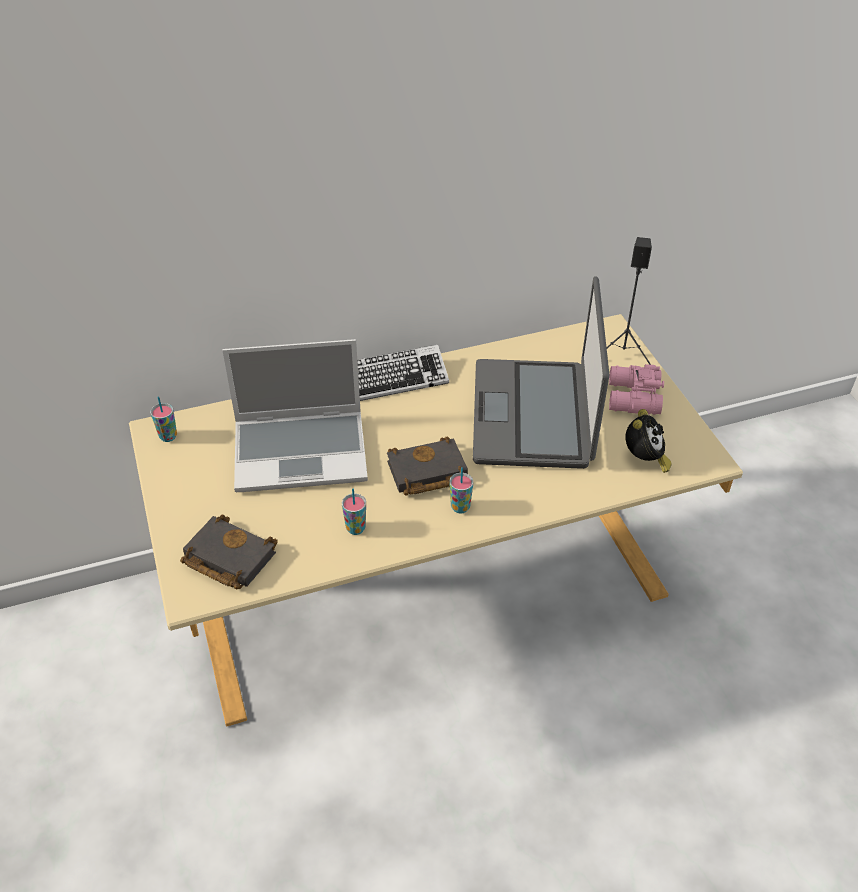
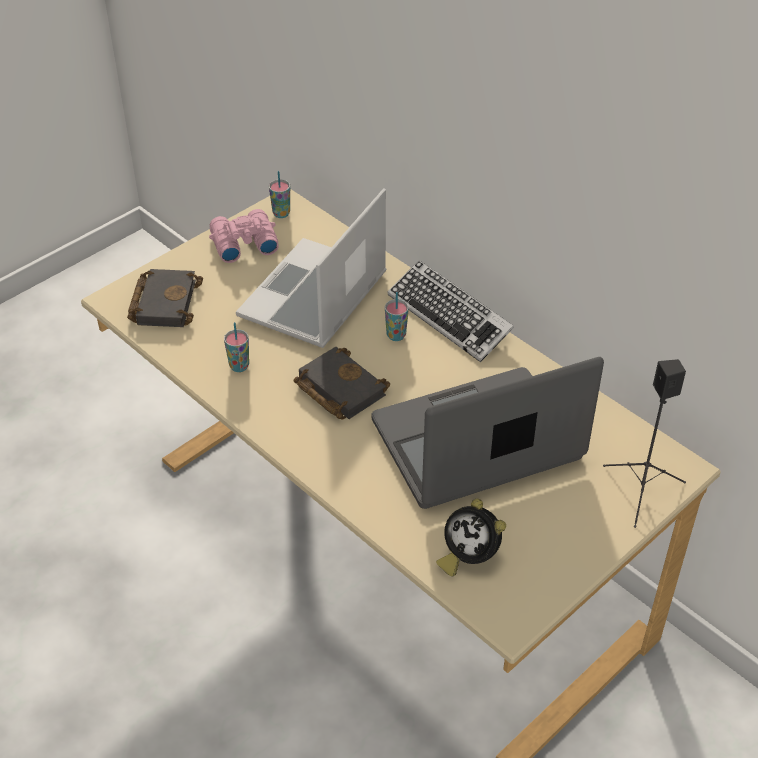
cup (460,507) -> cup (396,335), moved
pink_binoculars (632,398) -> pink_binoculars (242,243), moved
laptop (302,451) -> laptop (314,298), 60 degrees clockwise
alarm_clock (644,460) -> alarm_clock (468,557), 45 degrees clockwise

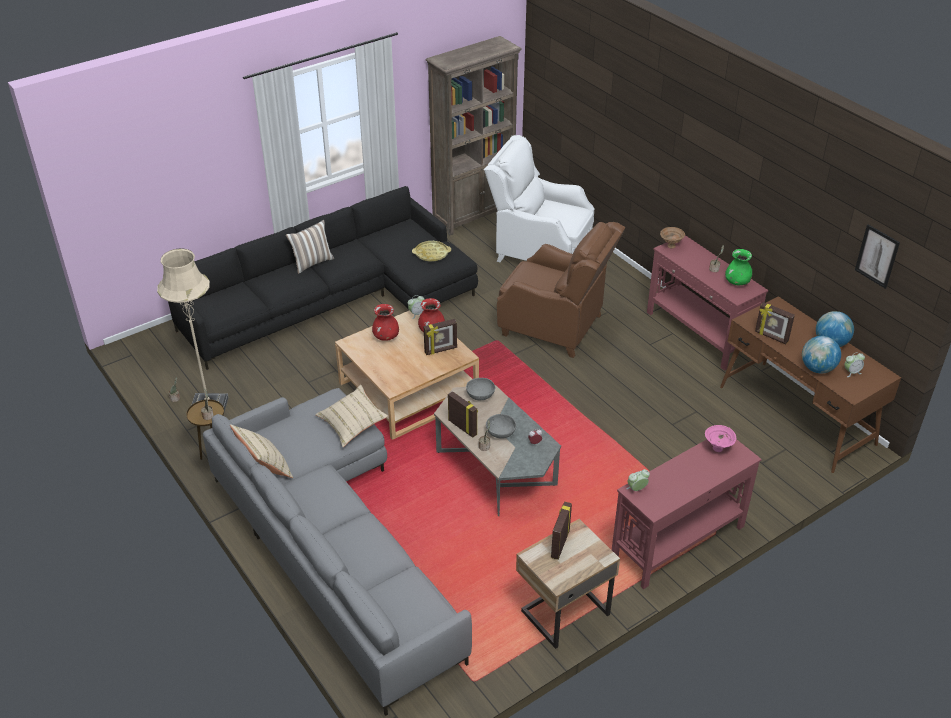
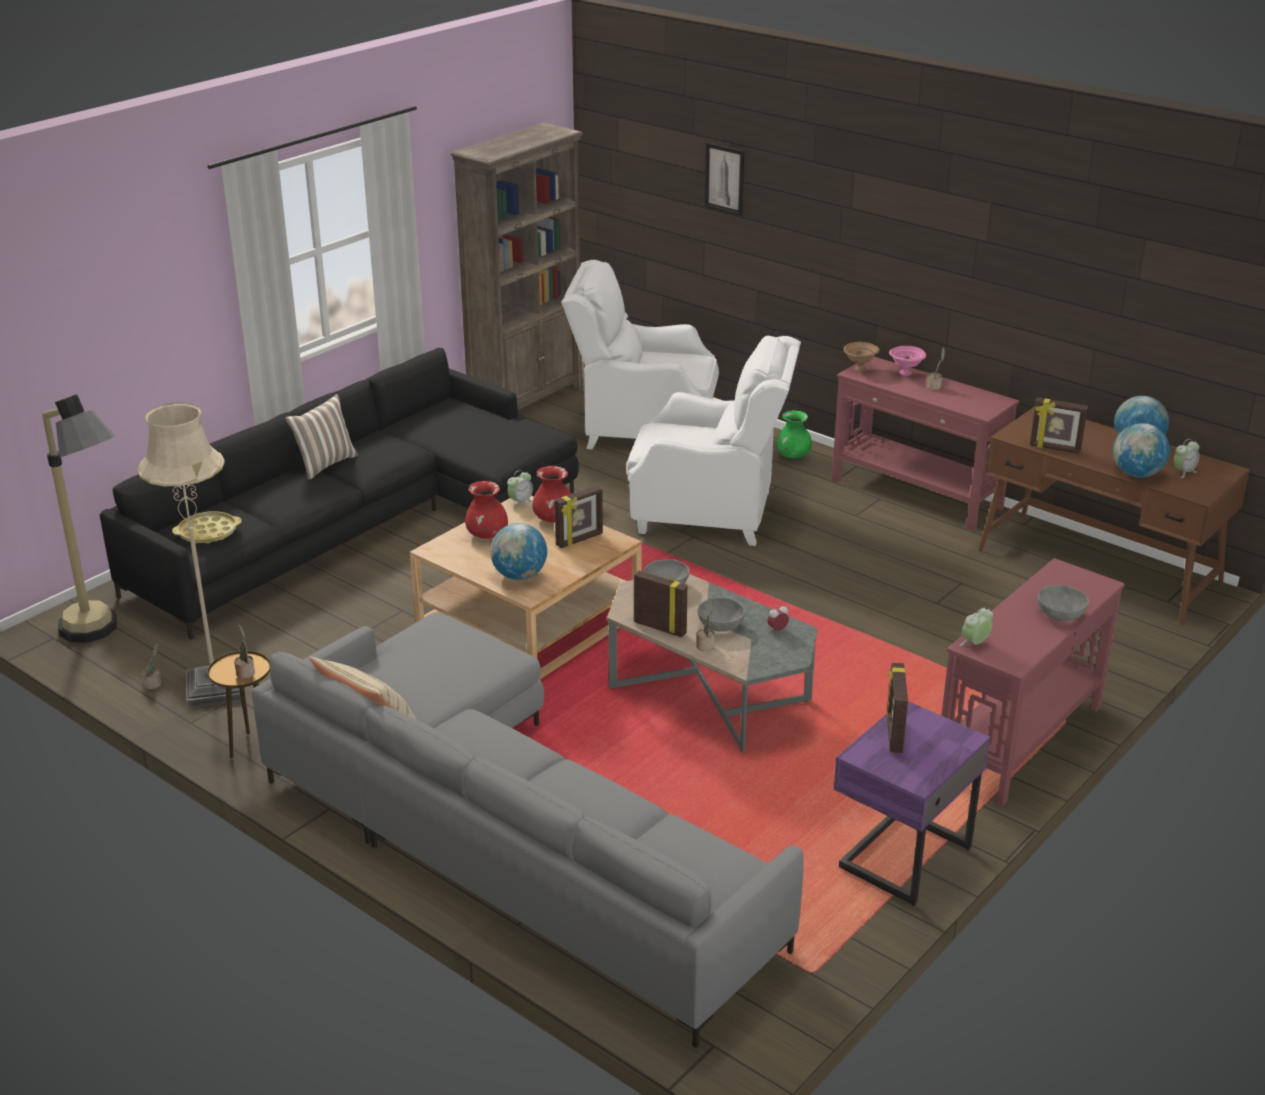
beige_pillow (352,424) -> none
none -> floor_lamp (104,636)
none -> globe (519,575)
none -> grey_bowl (1060,614)
yellow_tray (431,254) -> yellow_tray (208,533), moved
pink_bowl (718,449) -> pink_bowl (906,373), moved
green_vase (737,282) -> green_vase (793,456), moved
picture (877,256) -> picture (724,178), moved
brown_armchair (555,326) -> white_armchair (710,513)
beige_nightstand (563,612) -> purple_nightstand (901,857)

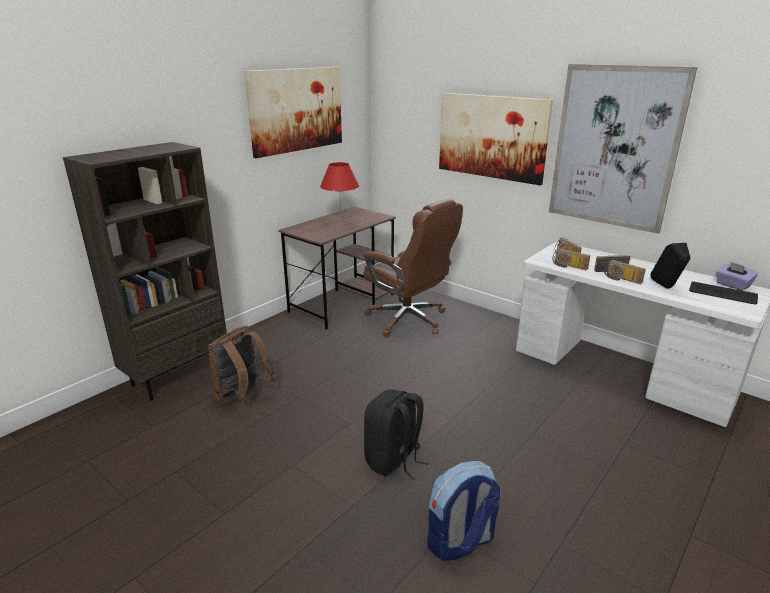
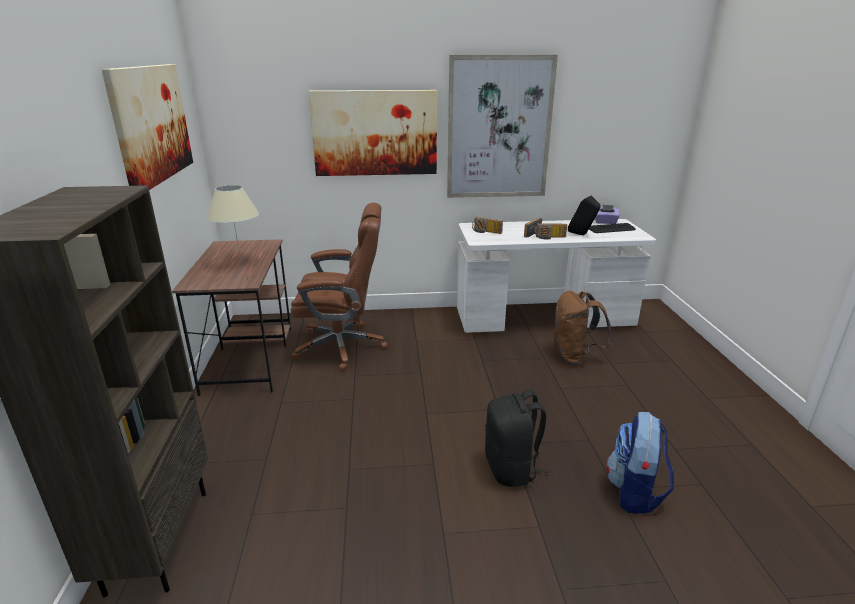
radio (568,266) -> none
brown_backpack (242,397) -> brown_backpack (574,356), moved
red_table_lamp (340,225) -> beige_table_lamp (240,263)

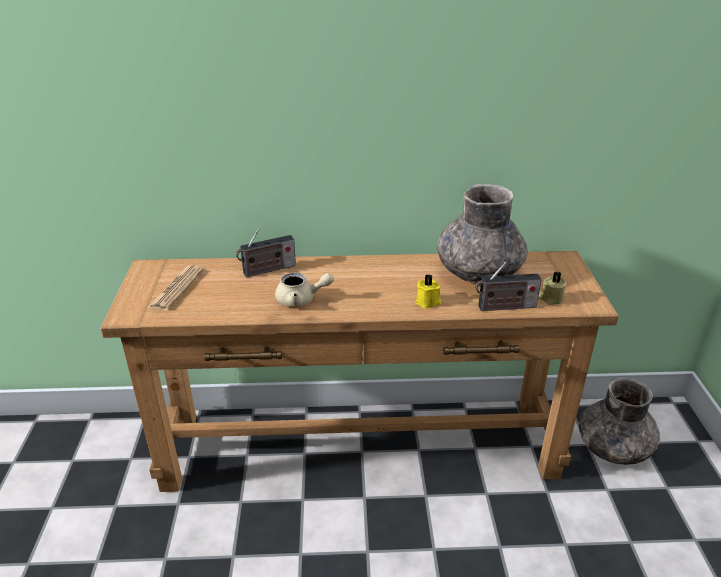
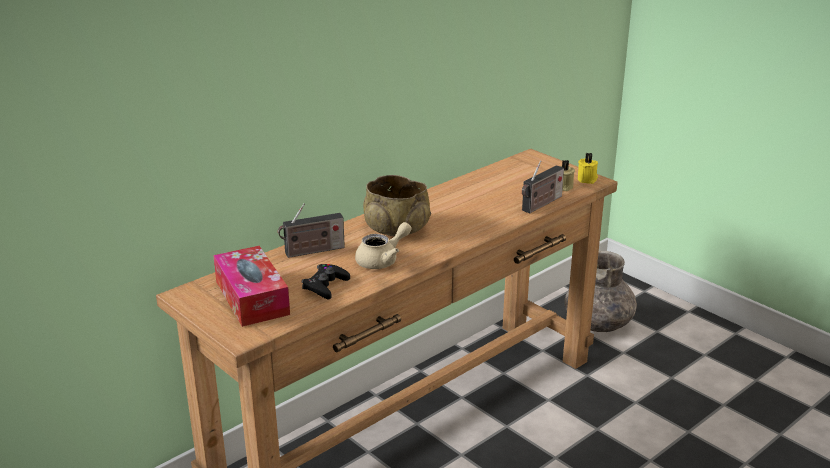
grey_vase (478,273) -> none
none -> black_game_controller (325,286)
none -> beige_bowl (396,228)
yellow_candle (428,302) -> yellow_candle (588,179), moved
newspaper (176,288) -> tissue_box (252,298)
radio (267,270) -> radio (312,251), 45 degrees clockwise

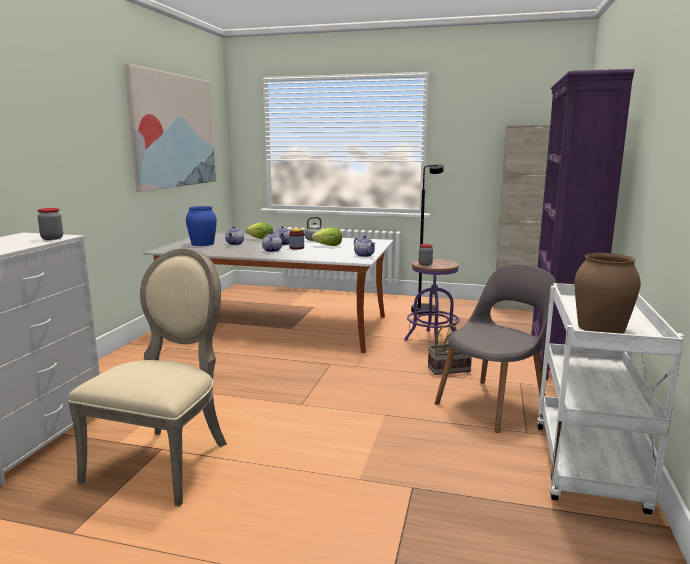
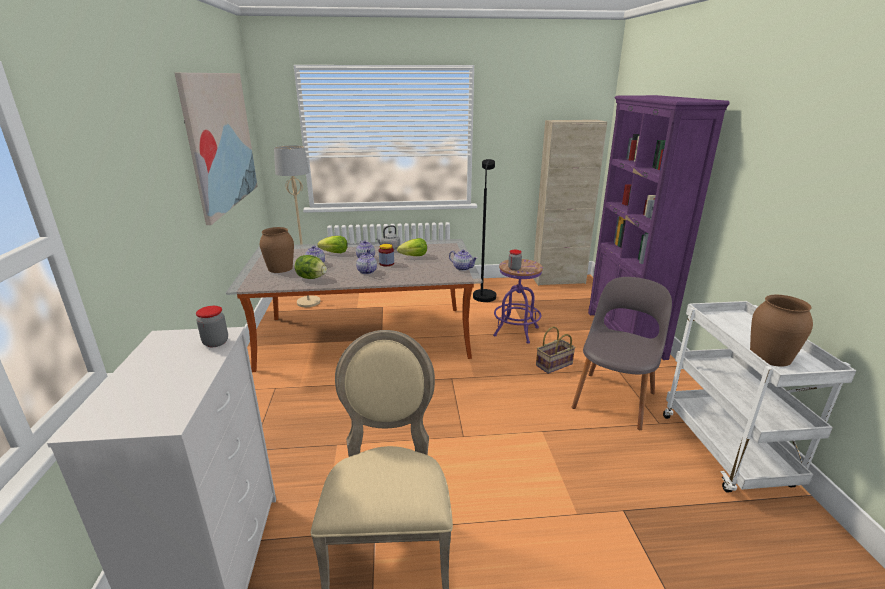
none -> beige_floor_lamp (309,302)
none -> lettuce (311,278)
blue_vase (203,244) -> brown_vase (280,268)

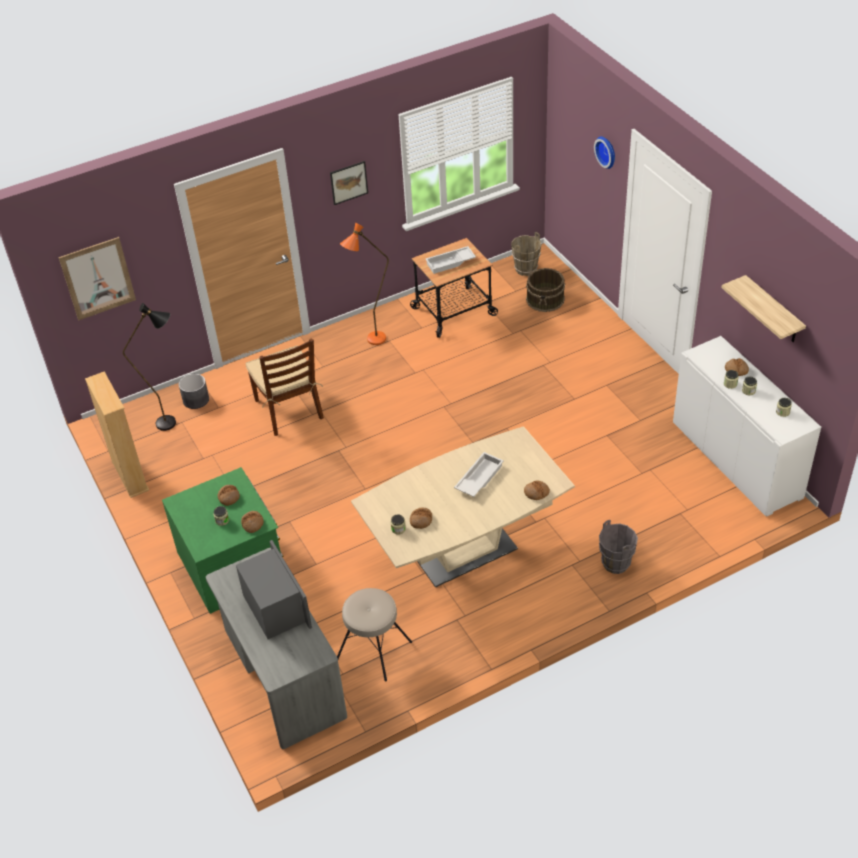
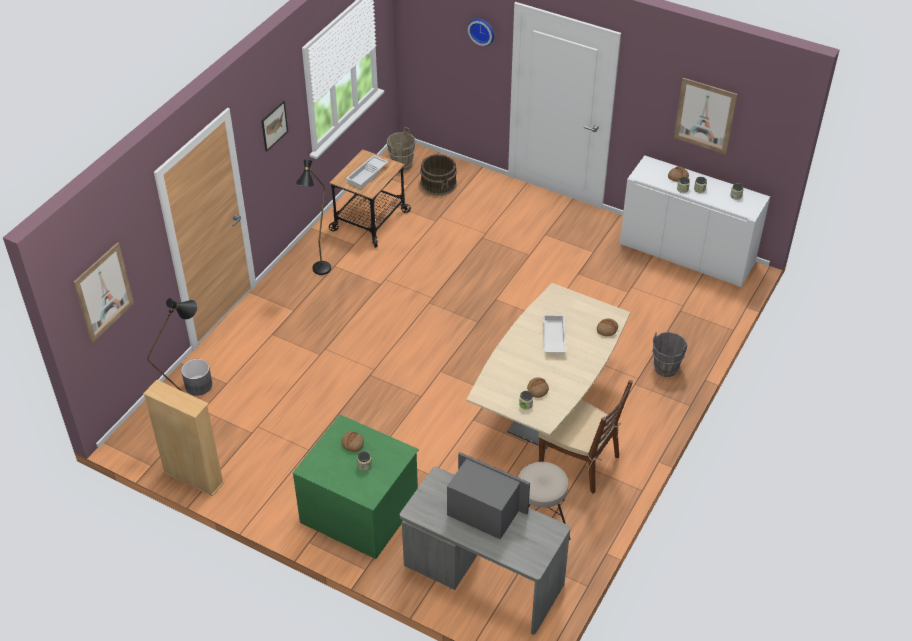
bread (252,524) -> none
brown_chair (289,409) -> brown_chair (580,461), moved
shelf (773,311) -> picture (705,116)
orange_floor_lamp (371,342) -> black_floor_lamp (319,273)

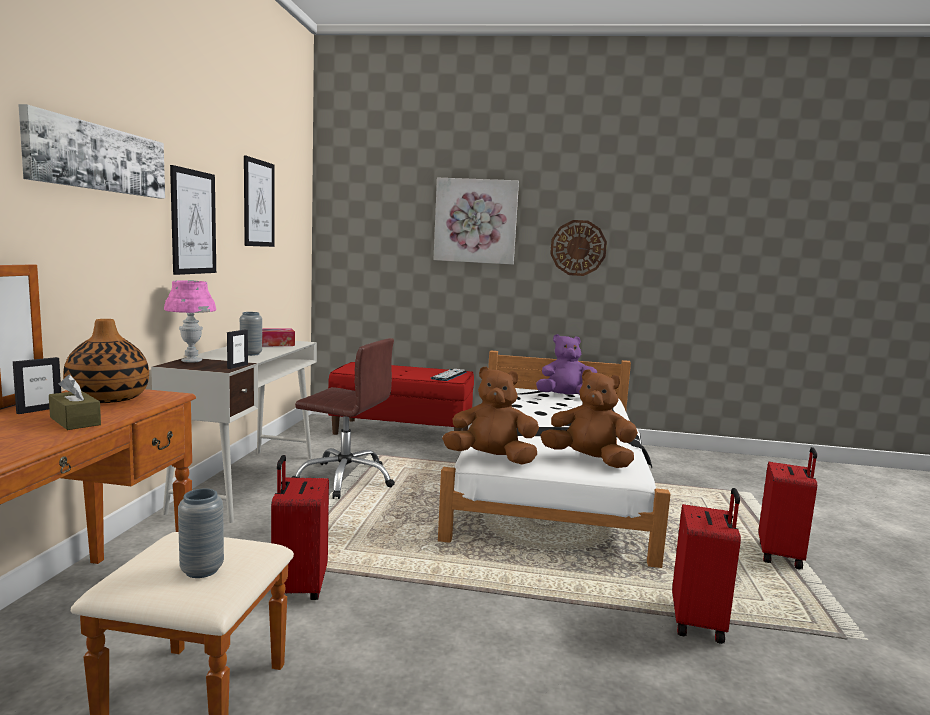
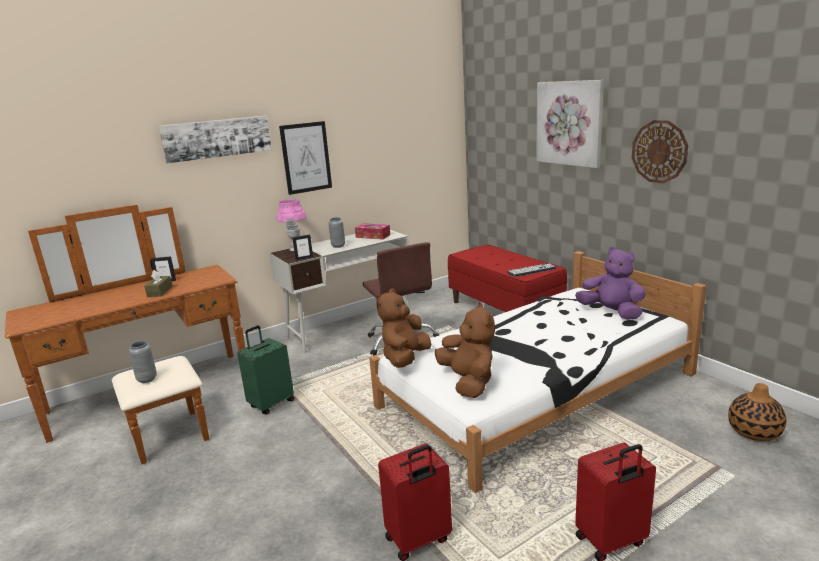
picture (259,203) -> none
vase (108,398) -> vase (754,431), moved
red_suitcase (298,587) -> green_suitcase (271,404)
brown_plush_toy (491,459) -> brown_plush_toy (405,359), 120 degrees counterclockwise

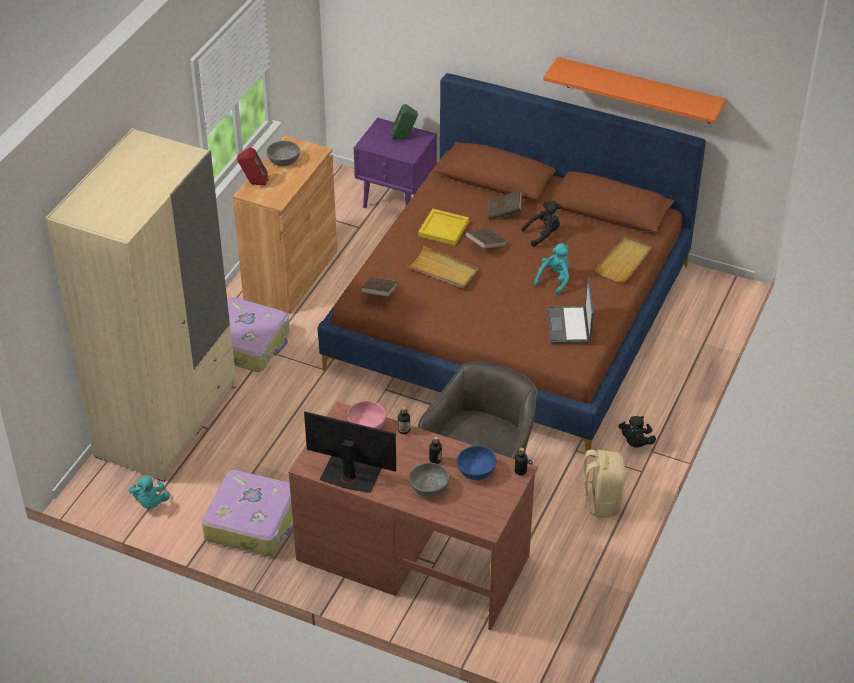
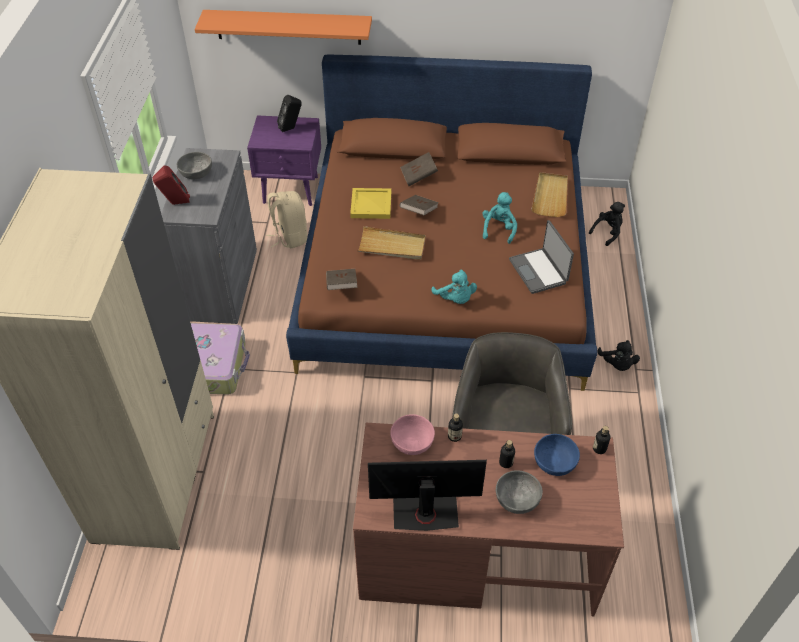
suitcase (253,521) -> none
turquoise_plush_toy (150,502) -> turquoise_plush_toy (455,299), moved
black_plush_toy (543,234) -> black_plush_toy (607,232), moved
orange_shelf (639,91) -> orange_shelf (288,27), moved
beige_backpack (600,502) -> beige_backpack (289,237), moved
brown_cabinet (290,275) -> grey_cabinet (222,284)
green_speaker (404,138) -> black_speaker (291,128)

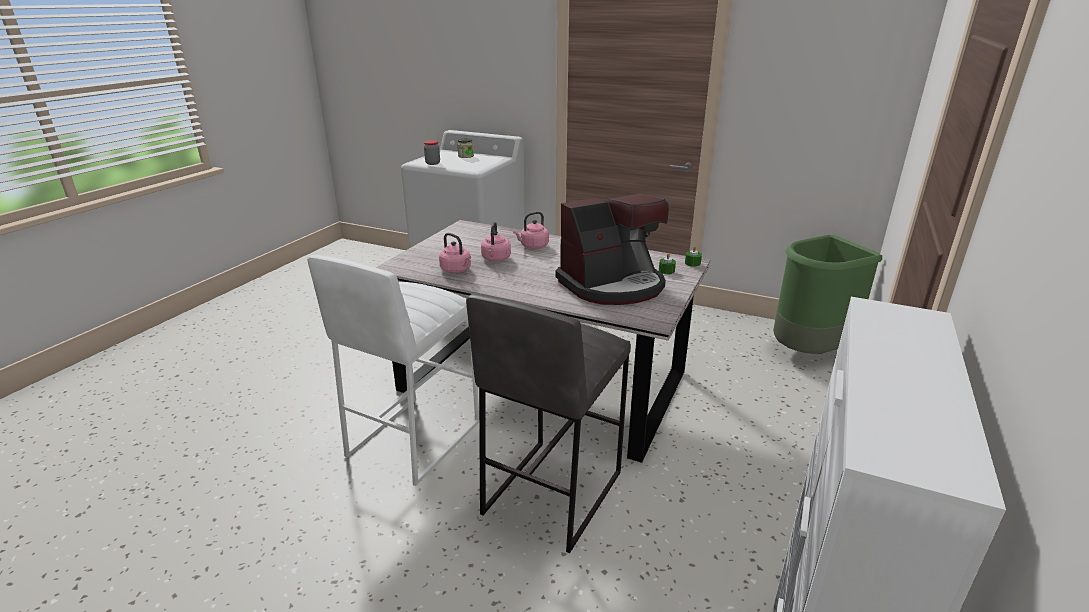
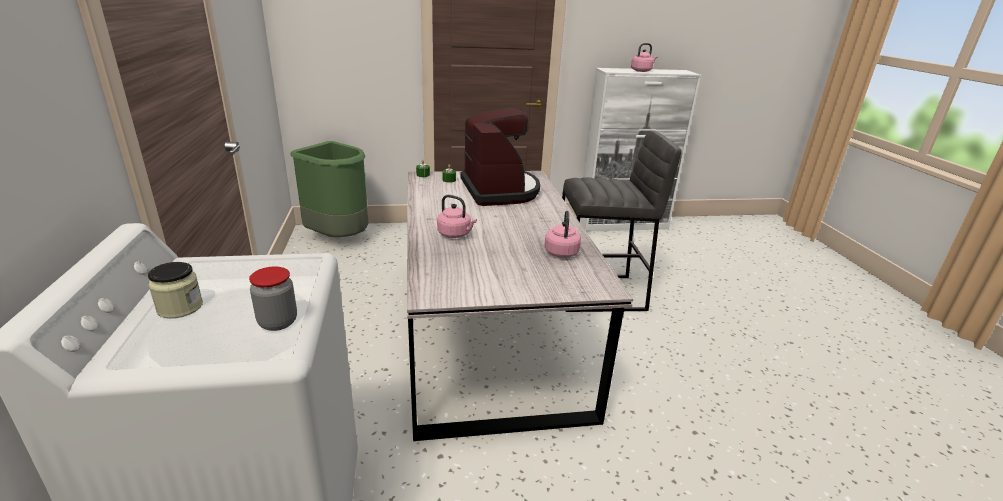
white_stool (412,438) -> none
pink_kettle (496,259) -> pink_kettle (642,71), moved
coffee_machine (613,285) -> coffee_machine (500,190), 45 degrees clockwise

